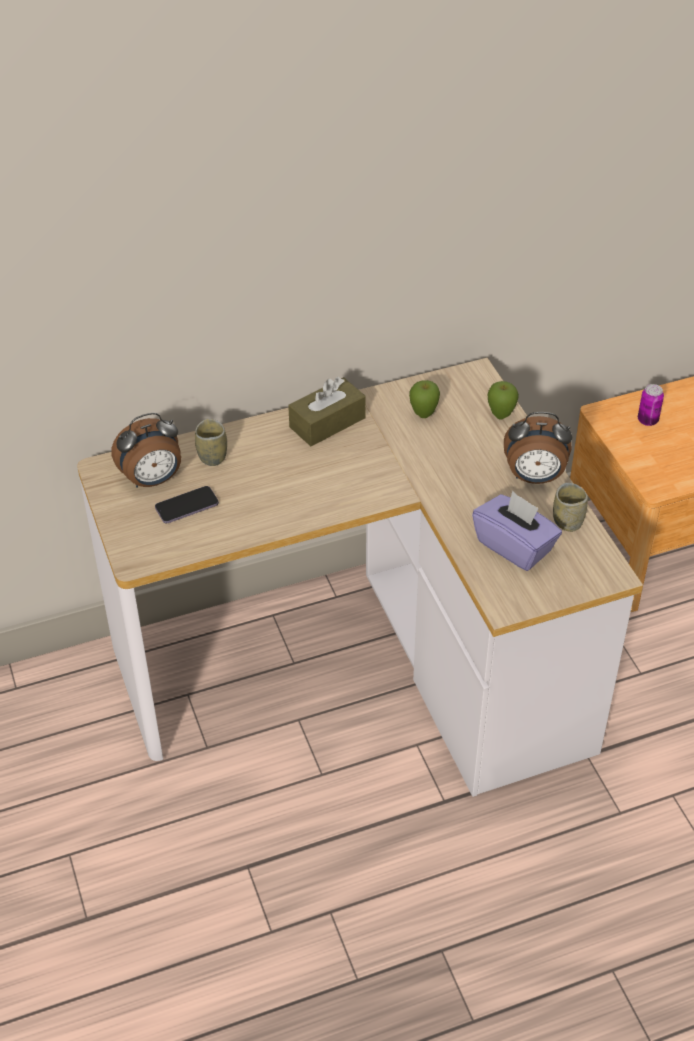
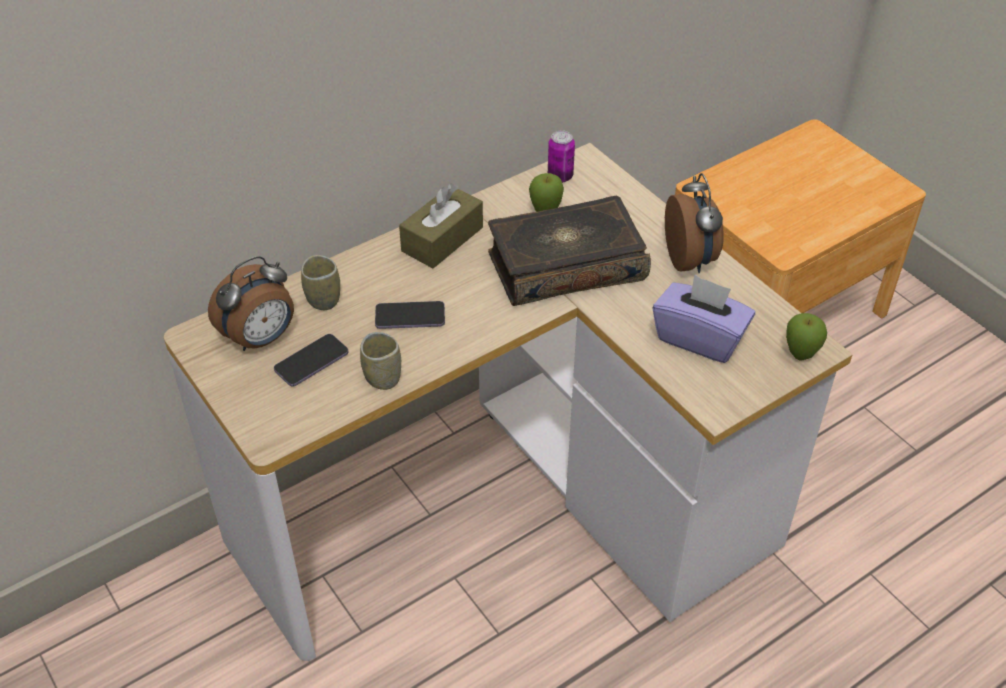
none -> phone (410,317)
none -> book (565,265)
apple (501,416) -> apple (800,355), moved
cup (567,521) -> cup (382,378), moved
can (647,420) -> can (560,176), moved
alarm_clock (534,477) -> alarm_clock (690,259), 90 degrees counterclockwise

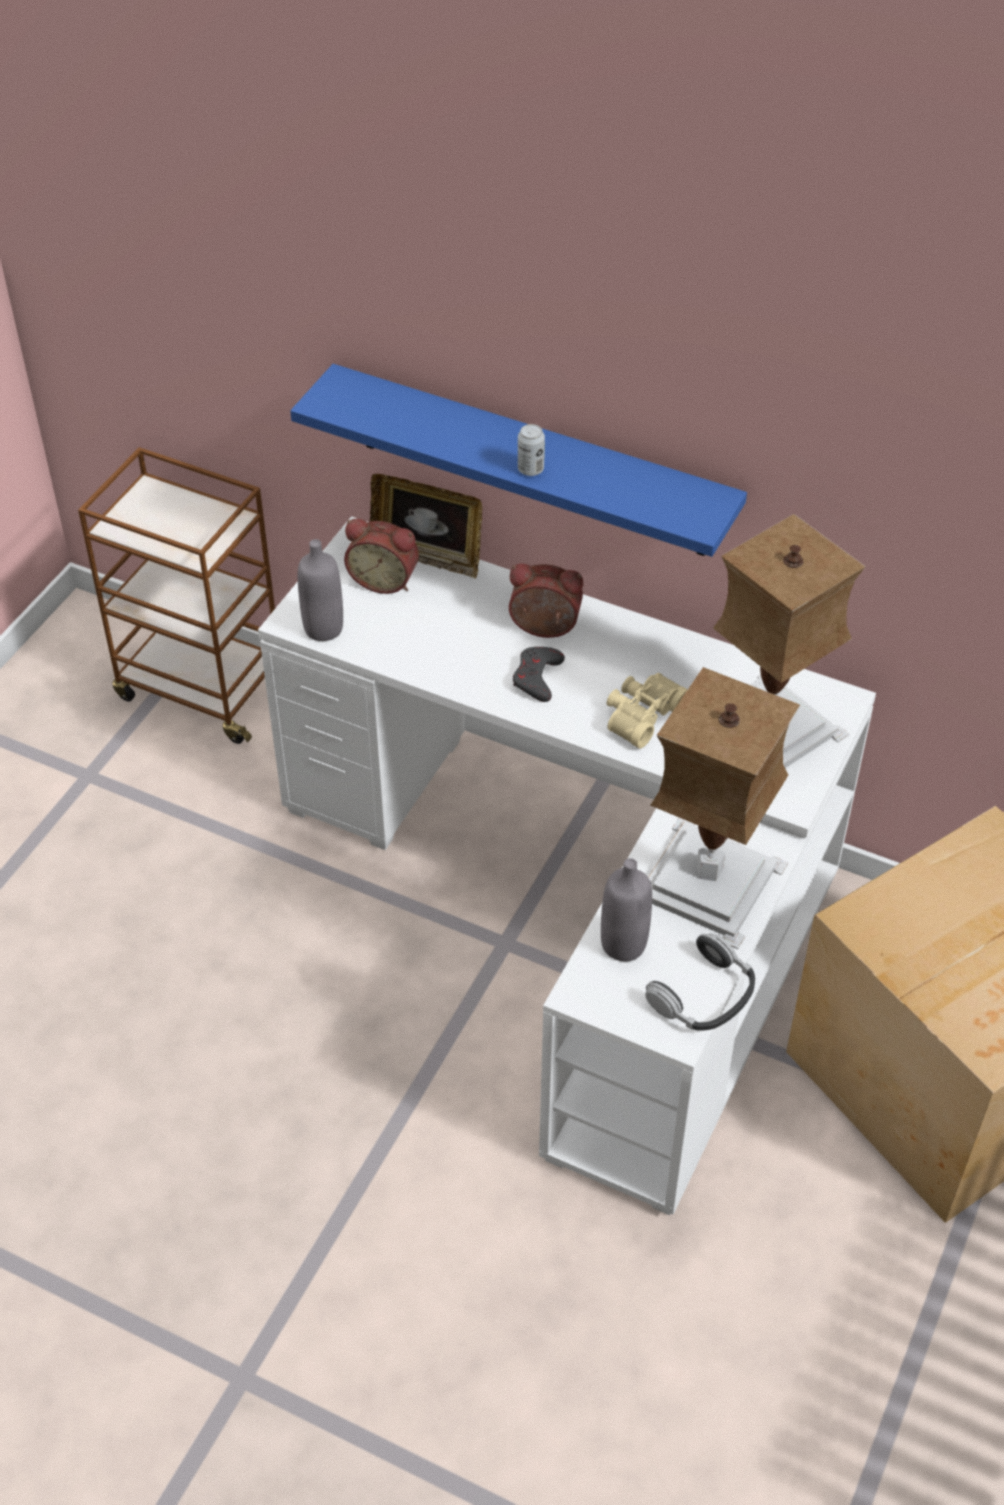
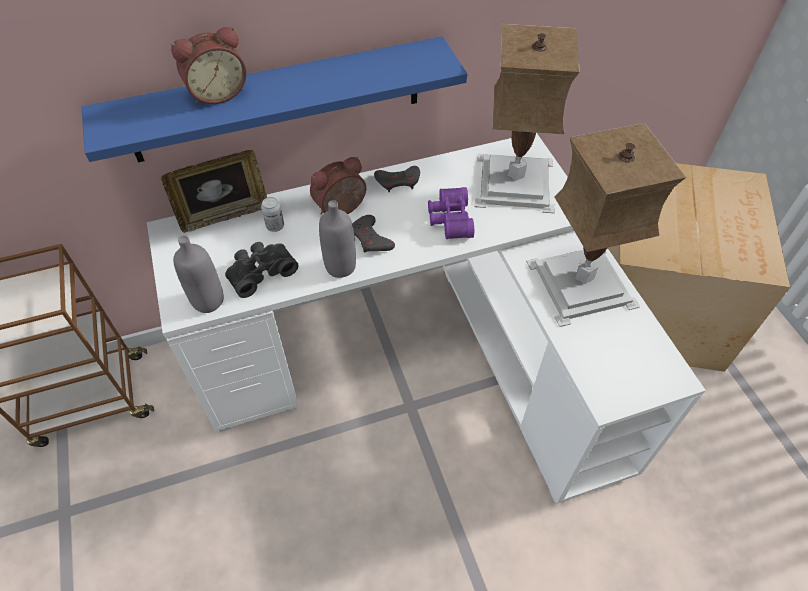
headphones (704,995) -> none
none -> black_binoculars (260,272)
none -> grey_game_controller (398,181)
alarm_clock (384,579) -> alarm_clock (217,93), moved
can (530,469) -> can (275,226), moved
grey_bottle (623,944) -> grey_bottle (340,266), moved
beige_binoculars (641,715) -> purple_binoculars (449,219)

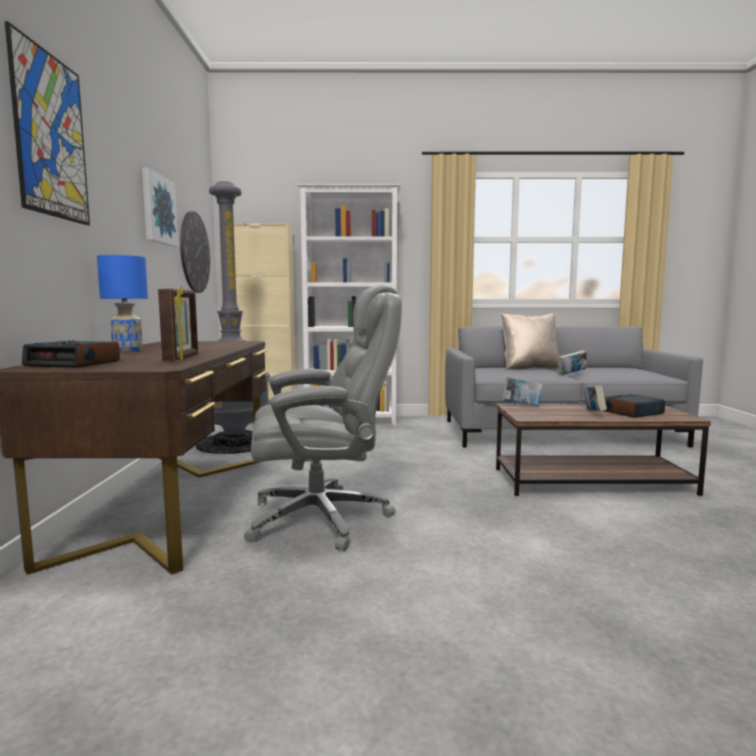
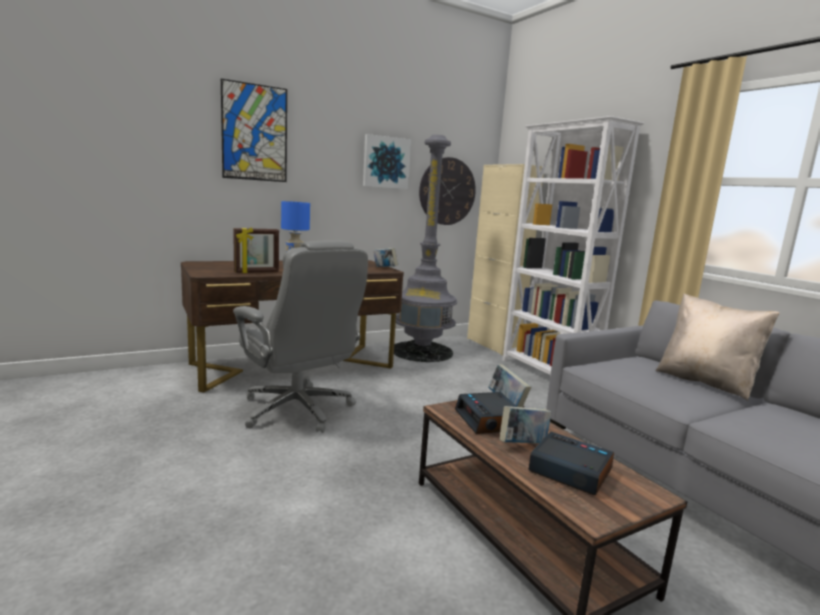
alarm_clock (74,363) -> alarm_clock (490,420), moved
book (571,374) -> book (384,268), moved

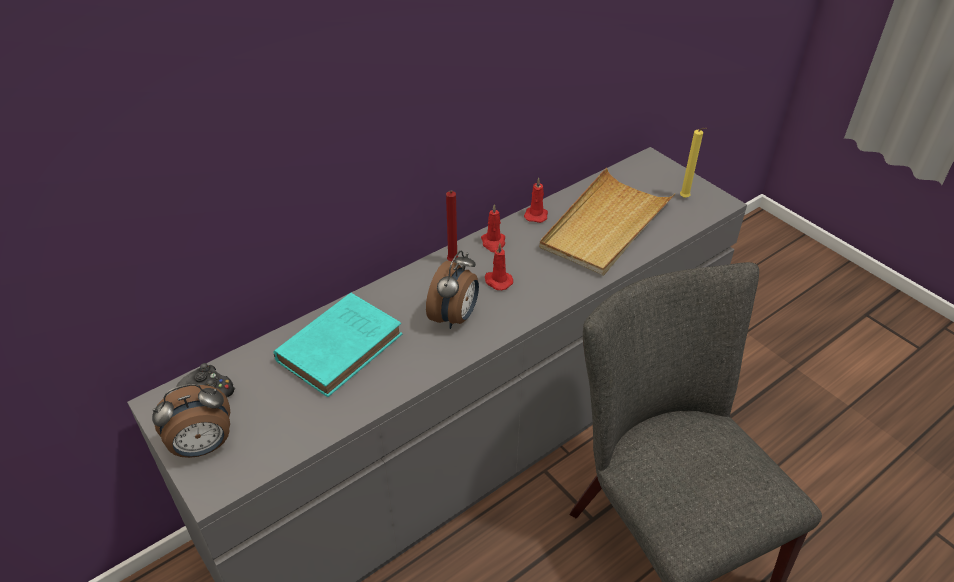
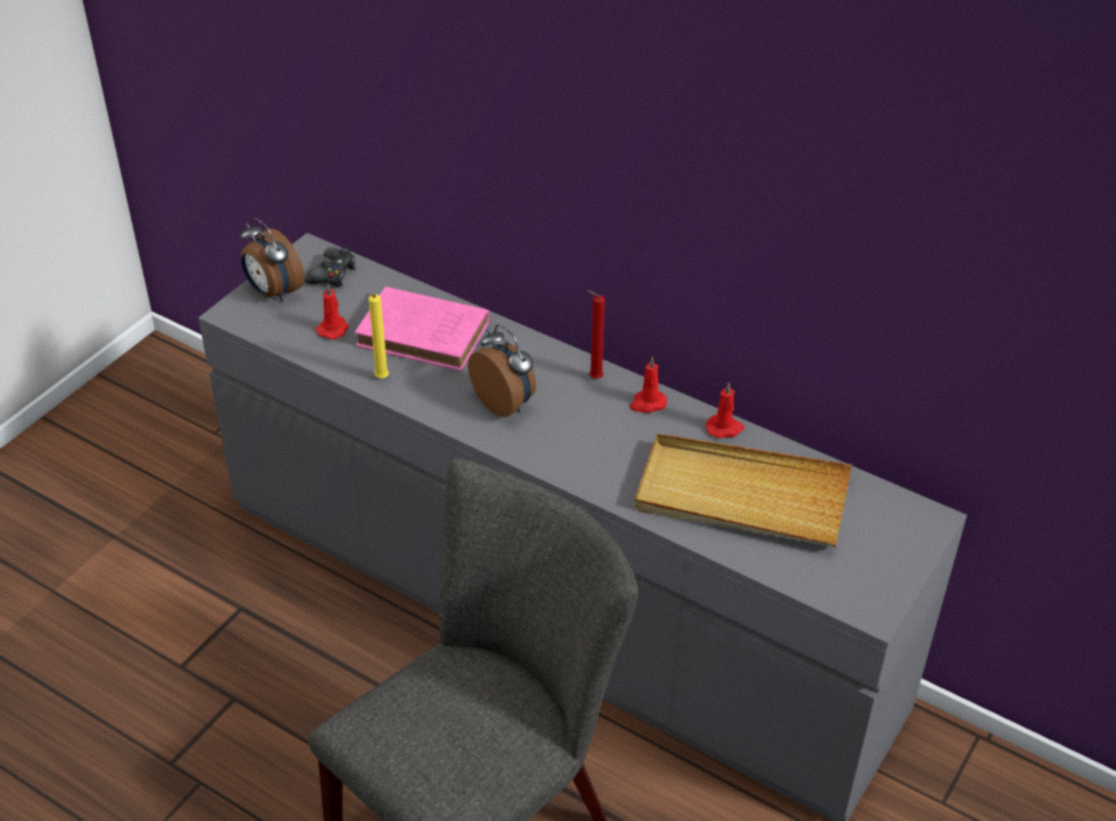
red_candle (497,281) -> red_candle (333,329), moved
yellow_candle (685,198) -> yellow_candle (380,379), moved
turquoise_book (342,346) -> pink_book (426,335)
alarm_clock (455,317) -> alarm_clock (505,403), 135 degrees counterclockwise

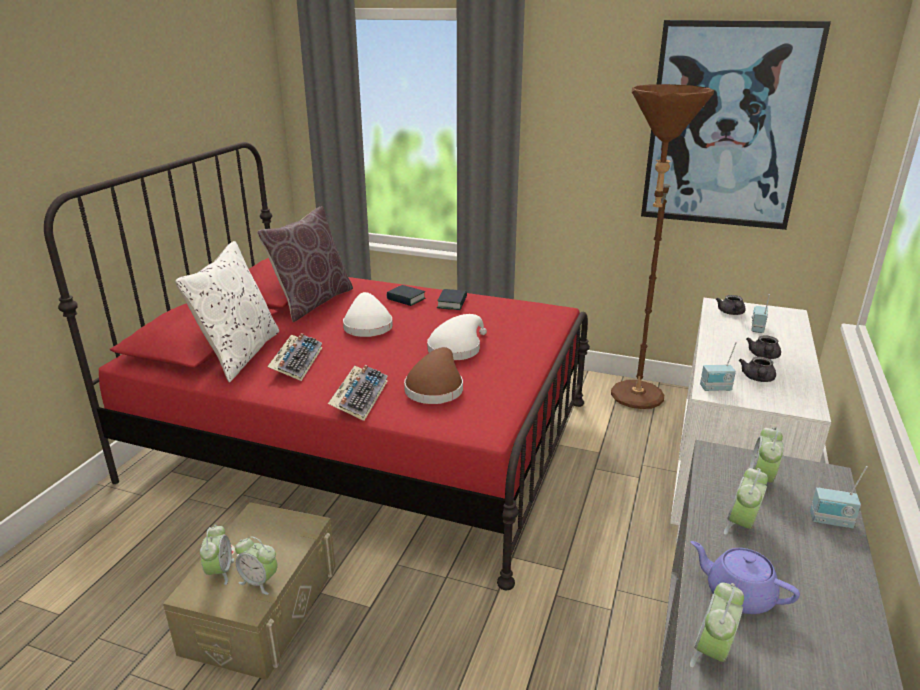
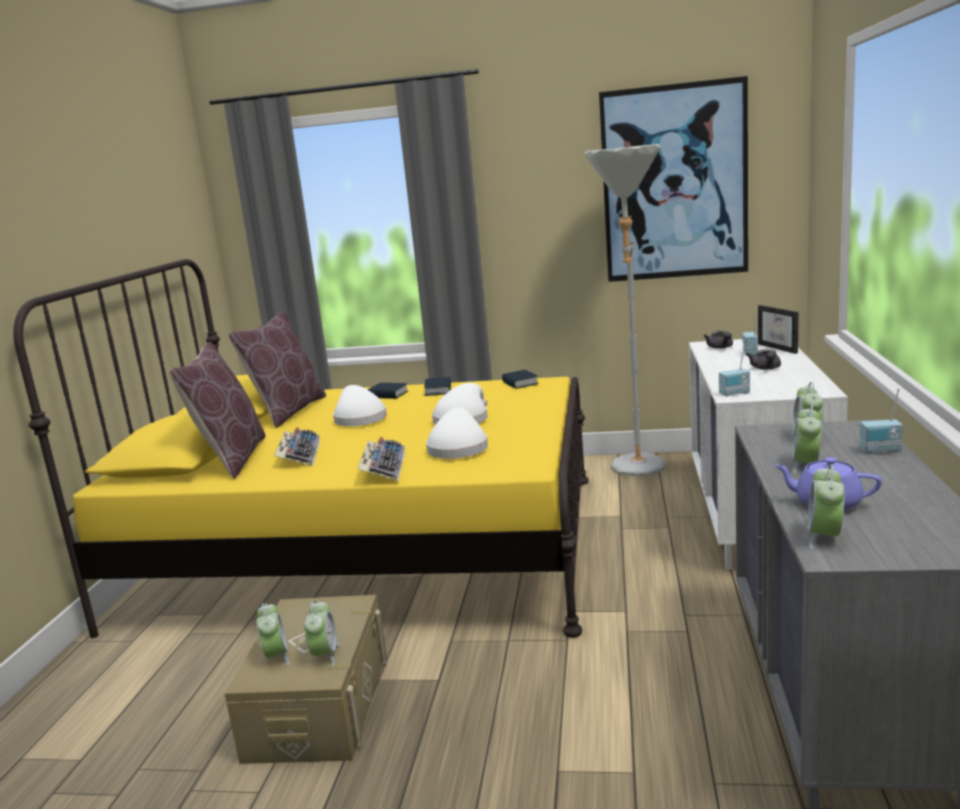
grey_teapot (757,379) -> none
none -> book (520,383)
none -> picture_frame (782,348)
red_bed (366,439) -> yellow_bed (371,549)
white_pillow (239,354) -> brown_pillow (231,458)
brown_hat (435,388) -> white_hat (458,448)
brown_floor_lamp (633,401) -> grey_floor_lamp (637,471)
alarm_clock (259,581) -> alarm_clock (325,655), 105 degrees counterclockwise

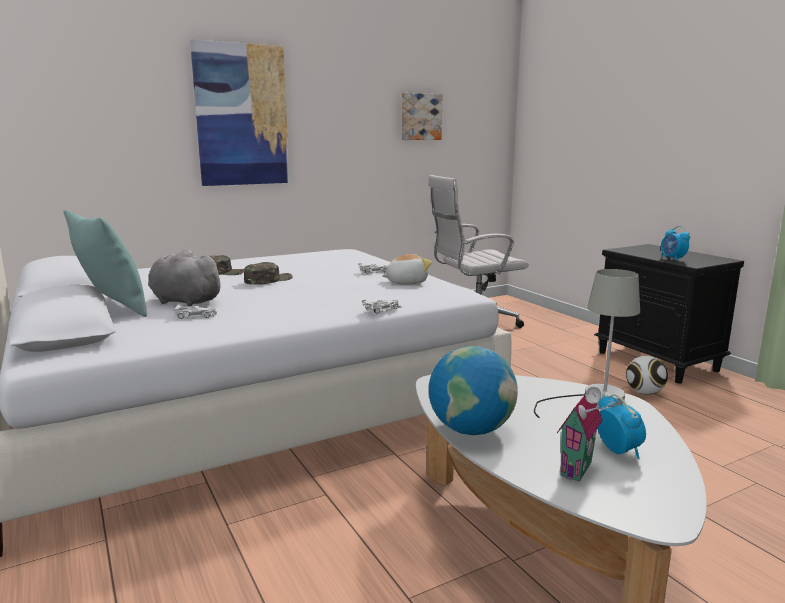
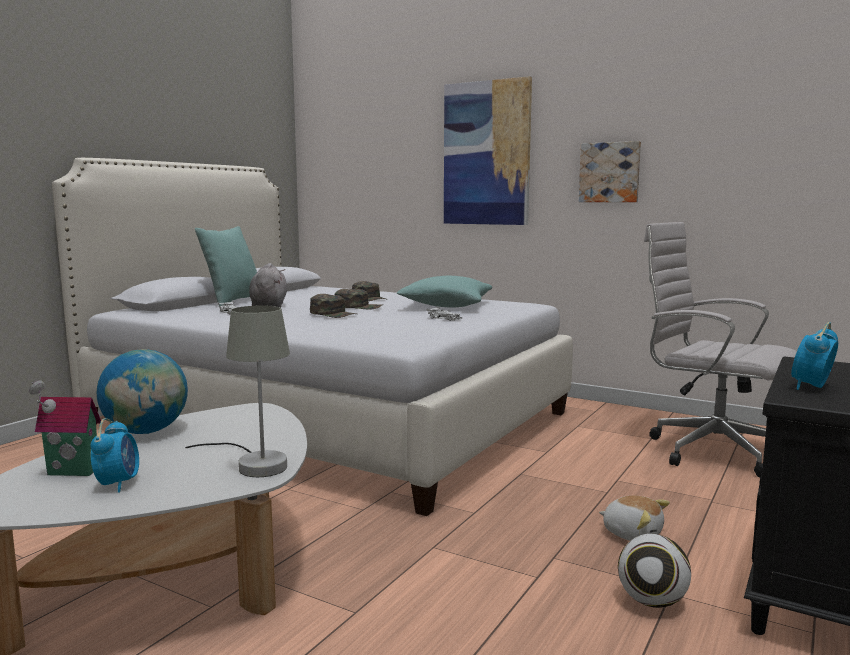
white_toy_car (382,309) -> none
none -> green_cap (333,314)
none -> turquoise_pillow (446,306)
plush_toy (406,282) -> plush_toy (632,533), moved
picture (420,117) -> picture (610,172), moved
alarm_clock (618,451) -> alarm_clock (118,484), 45 degrees counterclockwise

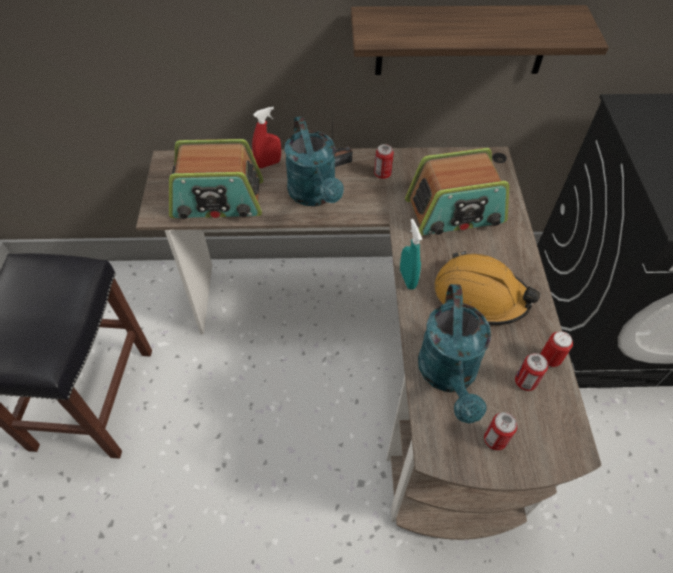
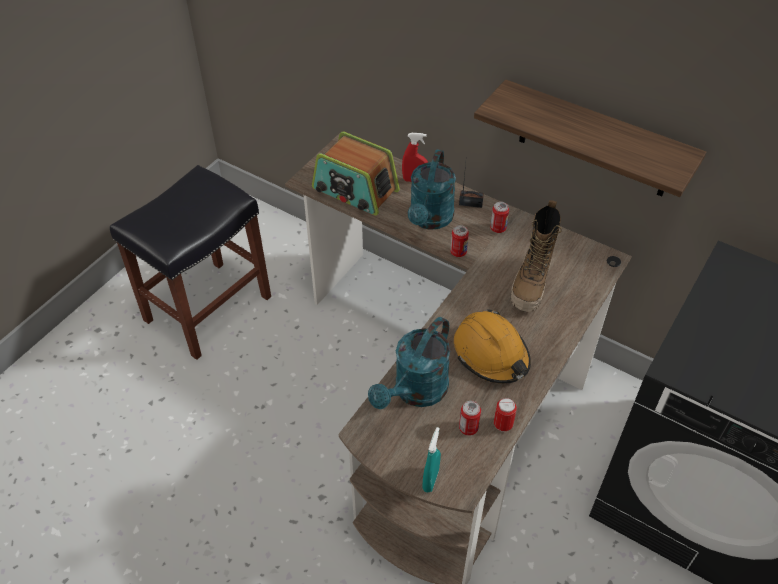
turquoise_spray_bottle (407,279) -> turquoise_spray_bottle (430,480), moved
can (495,440) -> can (458,252), moved
radio (455,212) -> boot (531,285)

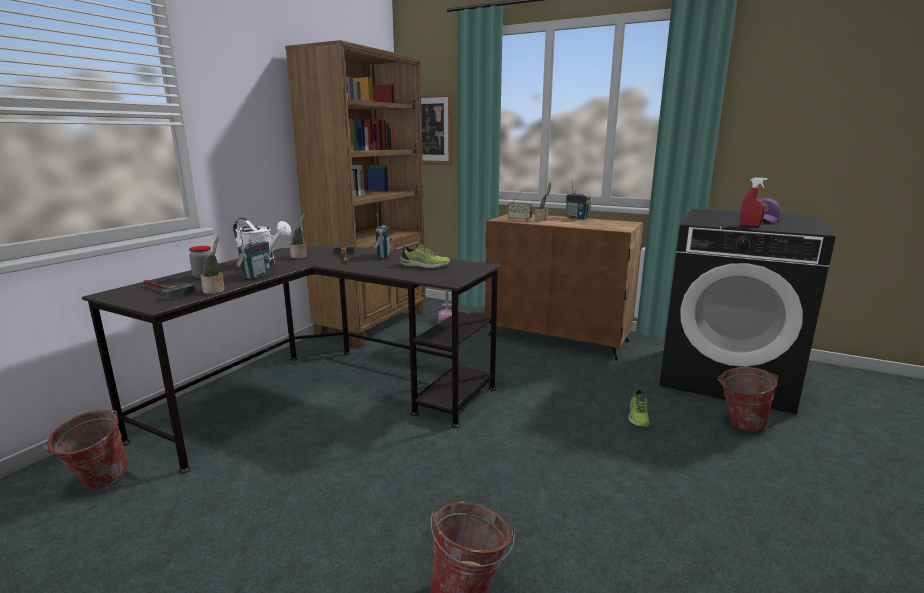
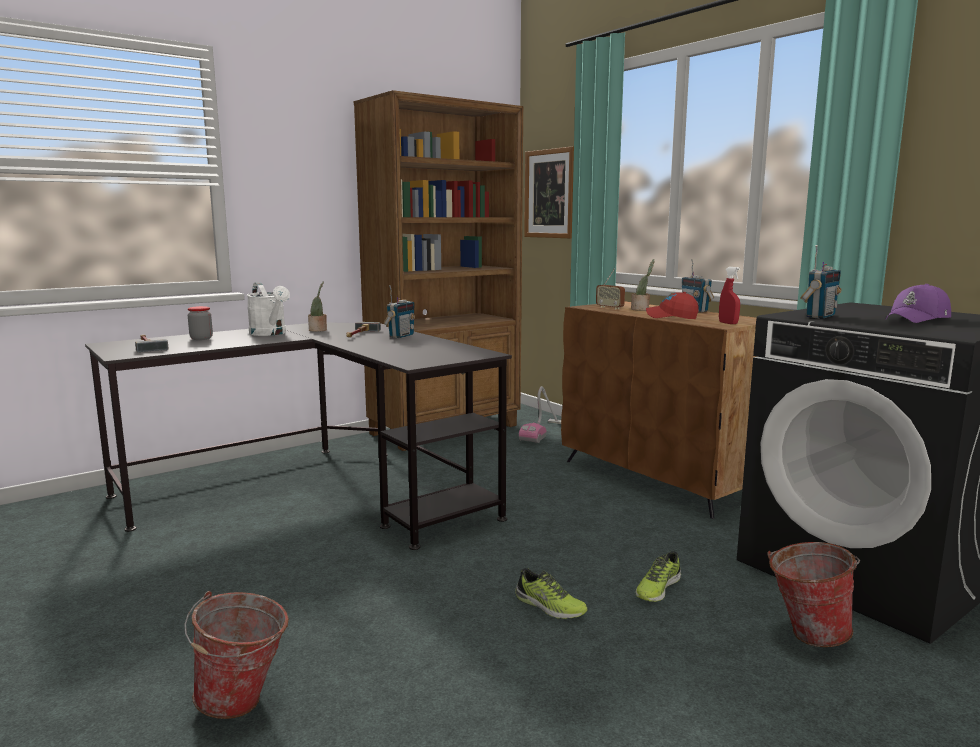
bucket (96,483) -> none
potted_plant (215,291) -> none
none -> red_cap (671,317)
radio (256,275) -> radio (819,316), moved
shoe (424,266) -> shoe (549,606), moved
red_spray_bottle (750,225) -> red_spray_bottle (728,323), moved

